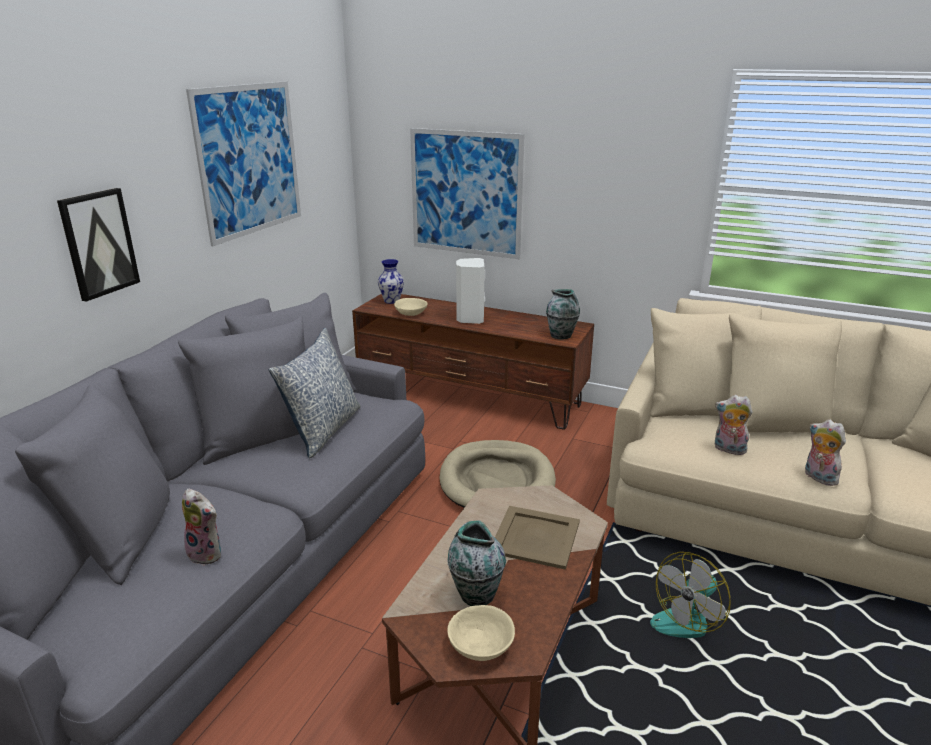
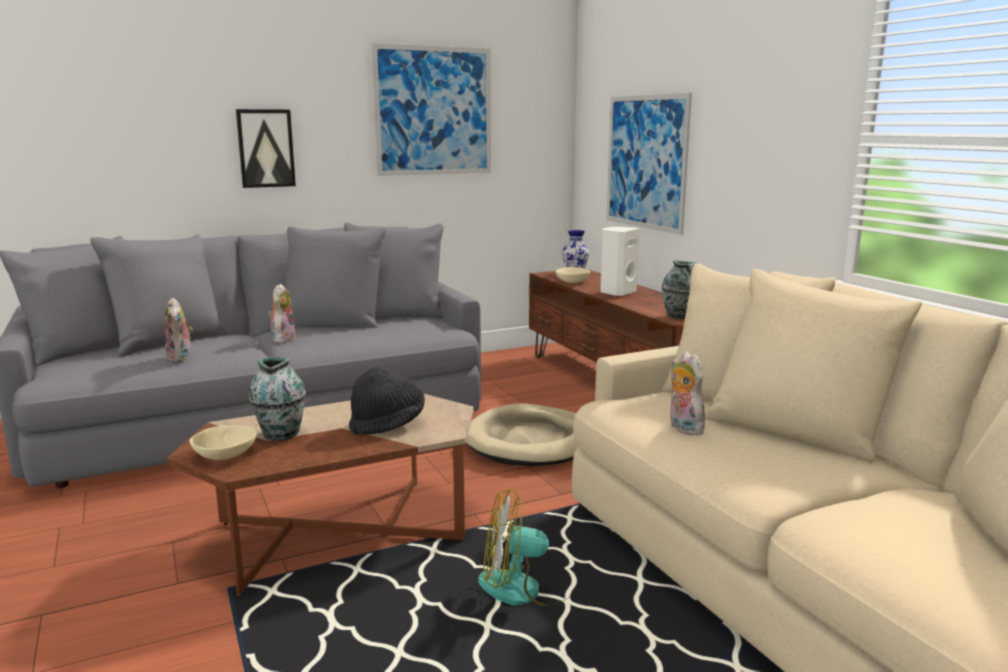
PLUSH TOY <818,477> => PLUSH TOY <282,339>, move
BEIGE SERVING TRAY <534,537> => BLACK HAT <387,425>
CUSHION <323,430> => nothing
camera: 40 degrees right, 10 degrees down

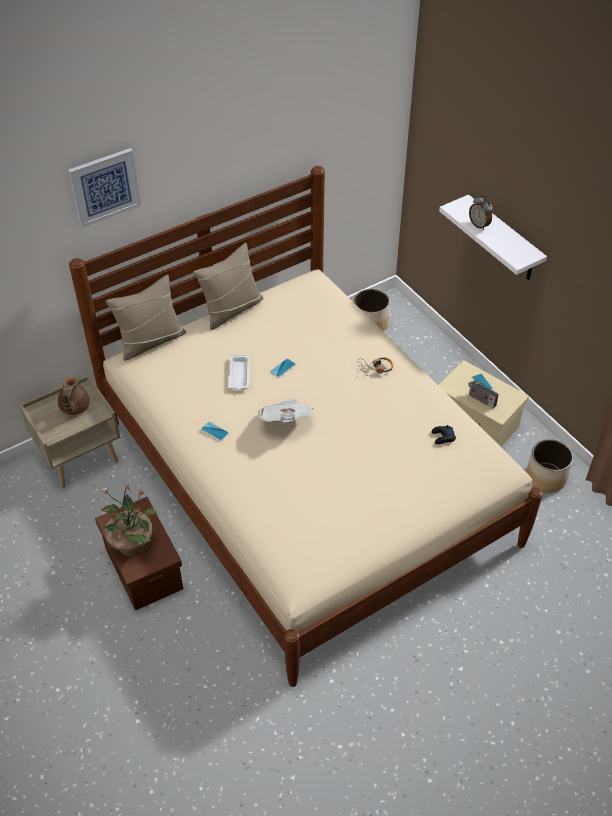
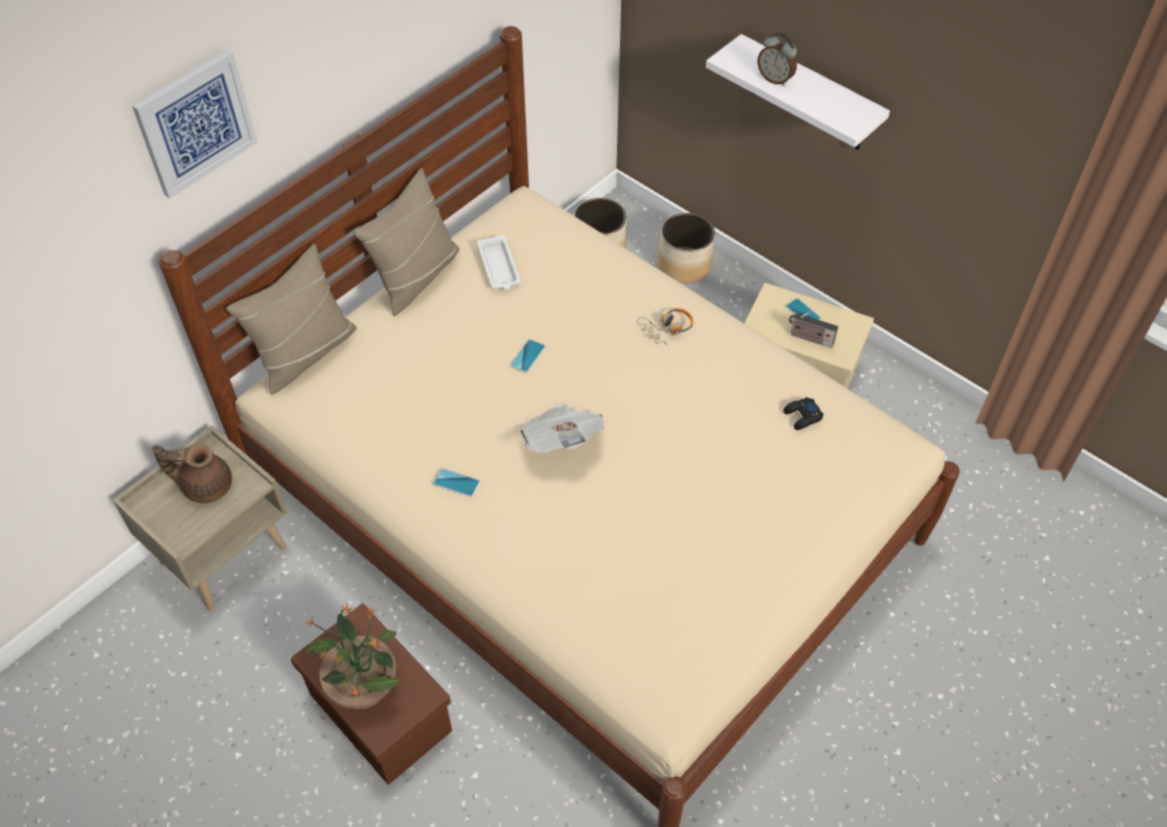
BROWN-COLOURED TEA POT <74,408> => BROWN-COLOURED TEA POT <205,485>, 105 degrees clockwise
WHITE SERVING TRAY <239,375> => WHITE SERVING TRAY <499,267>, move
PLANT POT <546,477> => PLANT POT <685,266>, move
camera: 15 degrees left, 5 degrees up

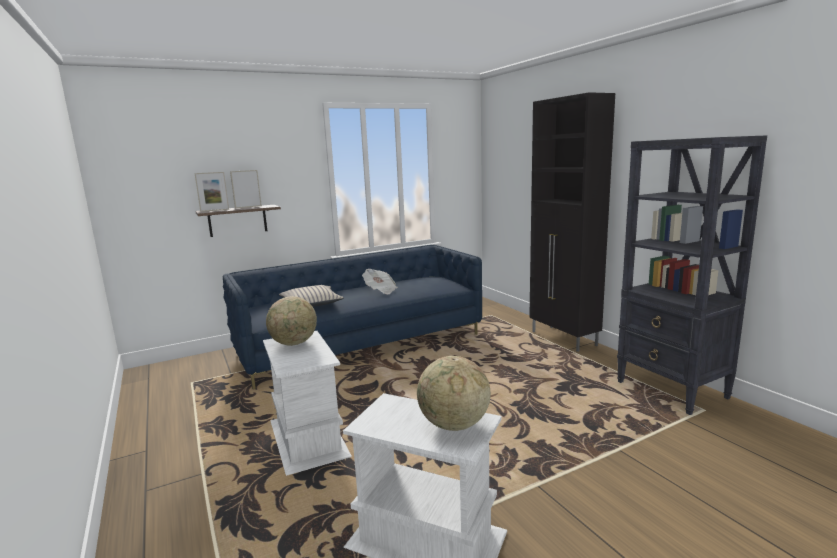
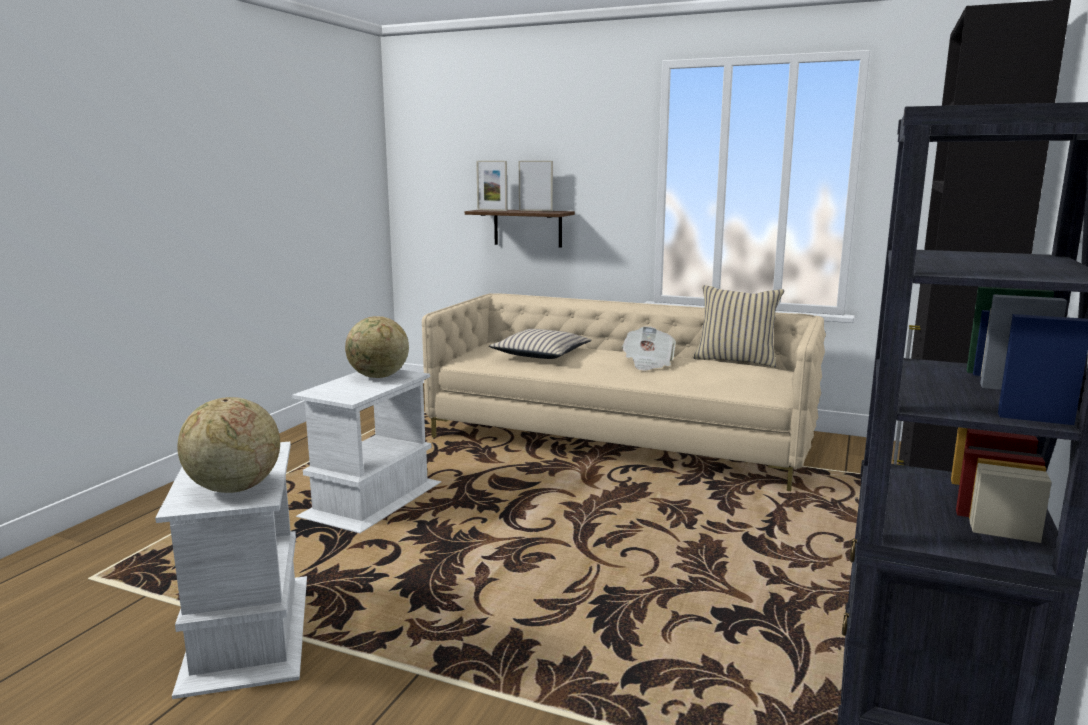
BLUE-COLOURED SOFA <361,344> => BEIGE SOFA <619,439>
nothing => BEIGE CUSHION <735,360>
camera: 50 degrees right, 0 degrees up

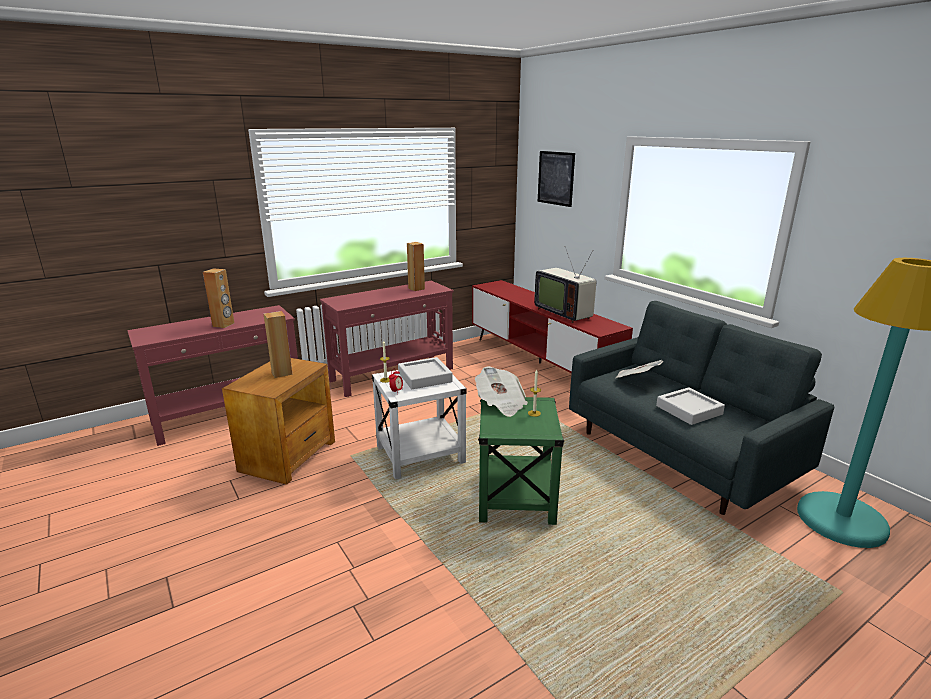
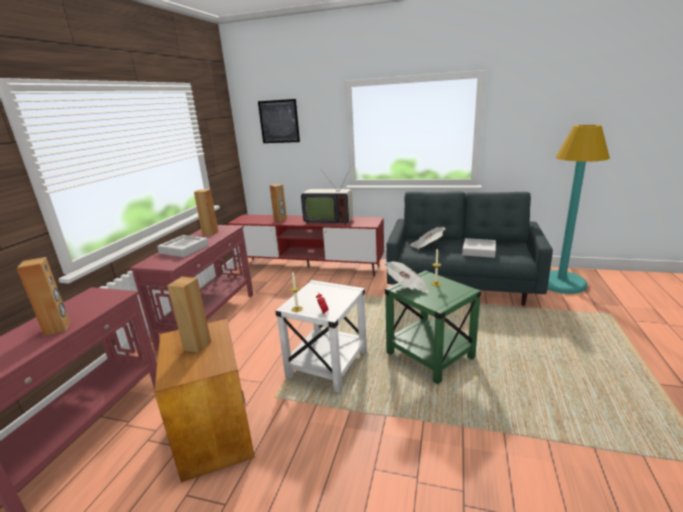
GREY SERVING TRAY <424,377> => GREY SERVING TRAY <184,249>, move
nothing => BROWN-COLOURED AUDIO SPEAKER <280,219>
camera: 40 degrees left, 0 degrees up

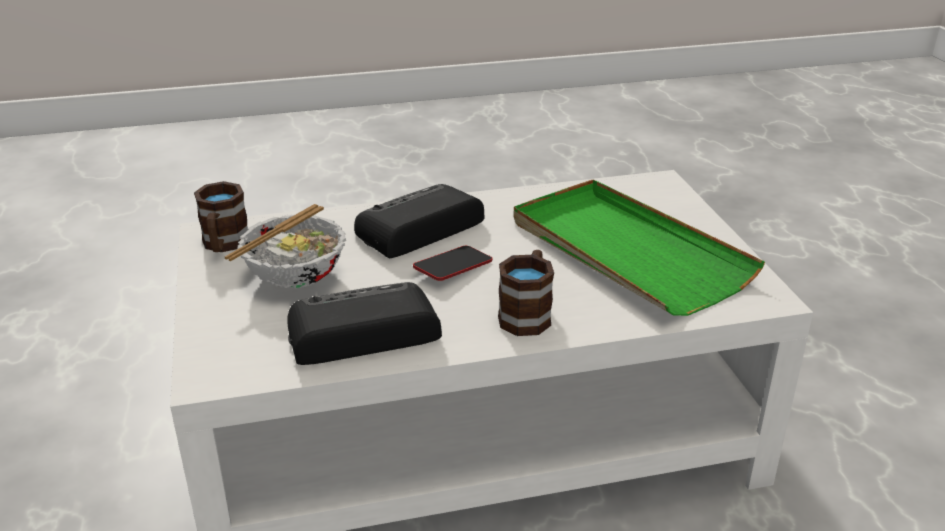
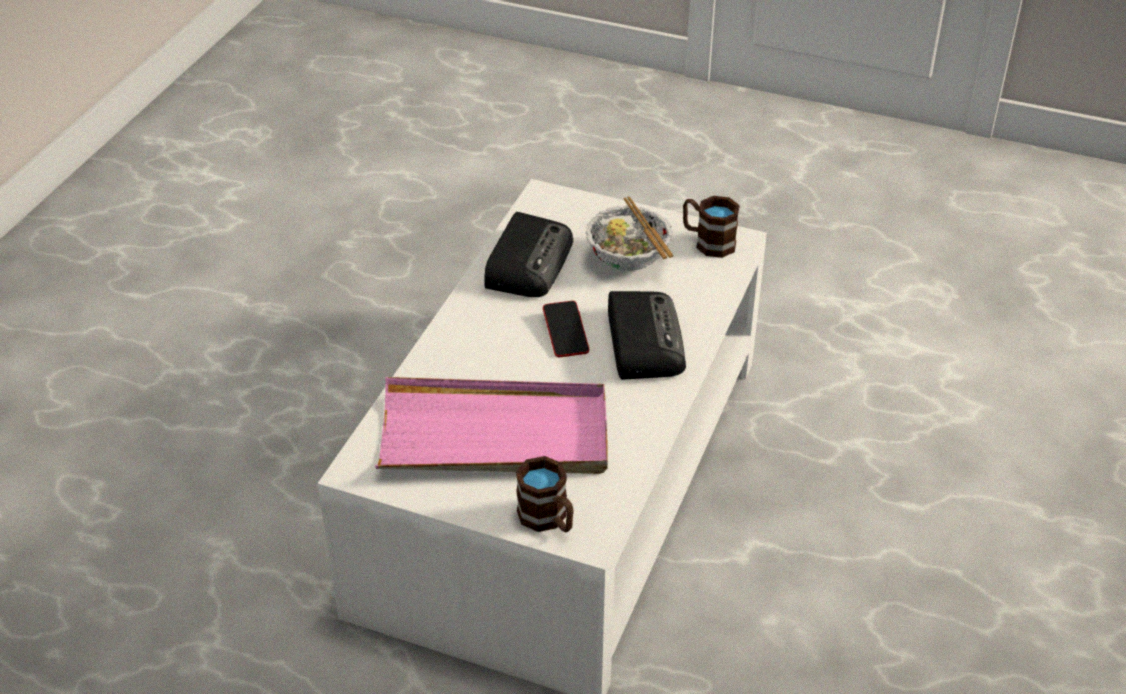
GREENISH SERVING TRAY <626,252> => PINK SERVING TRAY <494,435>
BROWN-COLOURED TEA MUG <527,313> => BROWN-COLOURED TEA MUG <548,519>, move
camera: 125 degrees right, 10 degrees up

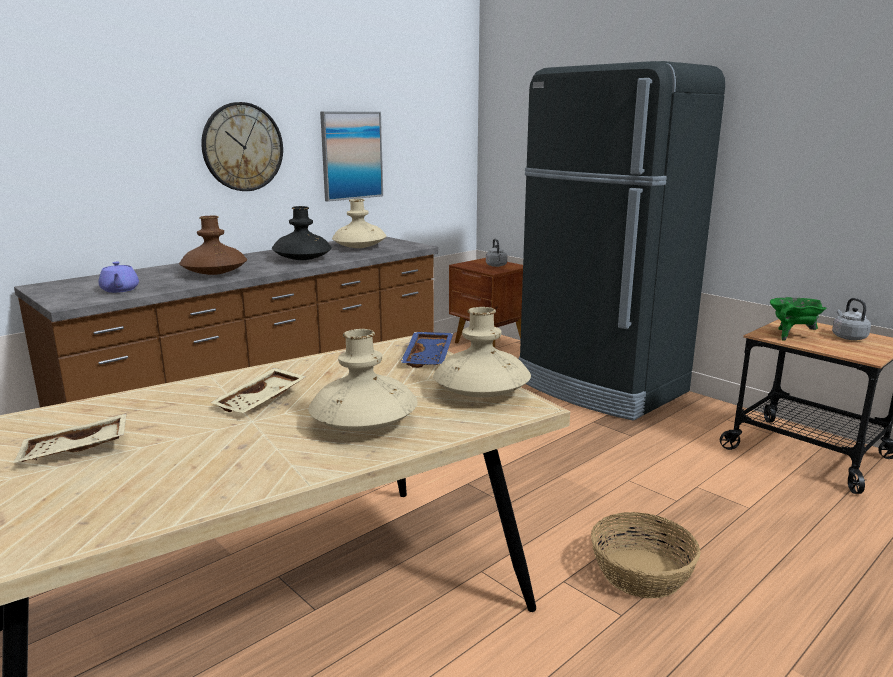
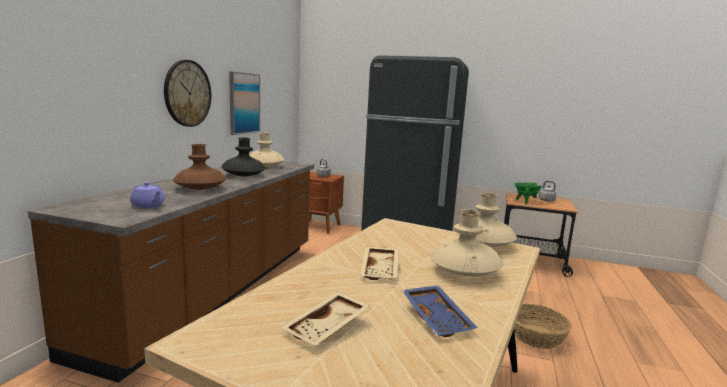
BLUE-COLOURED SERVING TRAY <429,357> => BLUE-COLOURED SERVING TRAY <438,318>, move
camera: 30 degrees left, 5 degrees down

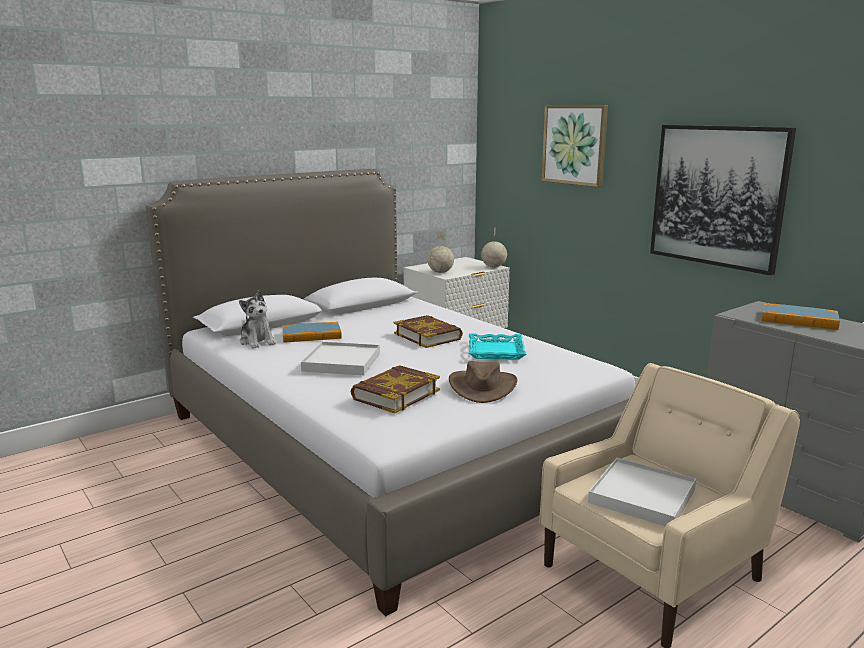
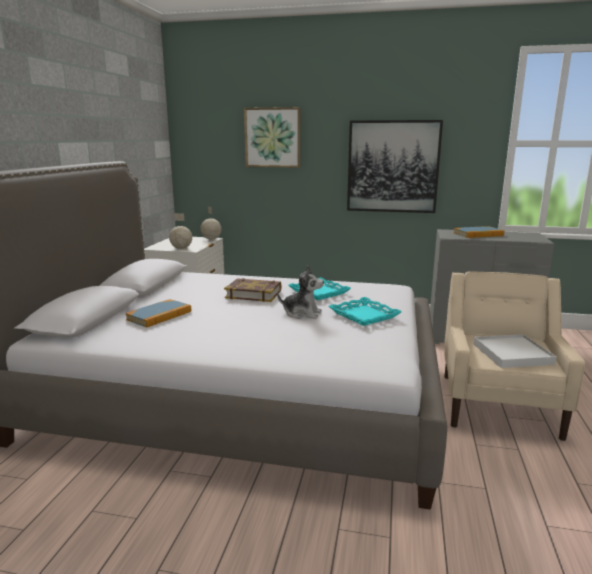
PLUSH TOY <257,341> => PLUSH TOY <302,313>, move
BROWN-COLOURED HAT <482,386> => TURQUOISE SERVING TRAY <363,315>
WHITE SERVING TRAY <341,362> => nothing
BOOK <395,394> => nothing
camera: 40 degrees left, 0 degrees up

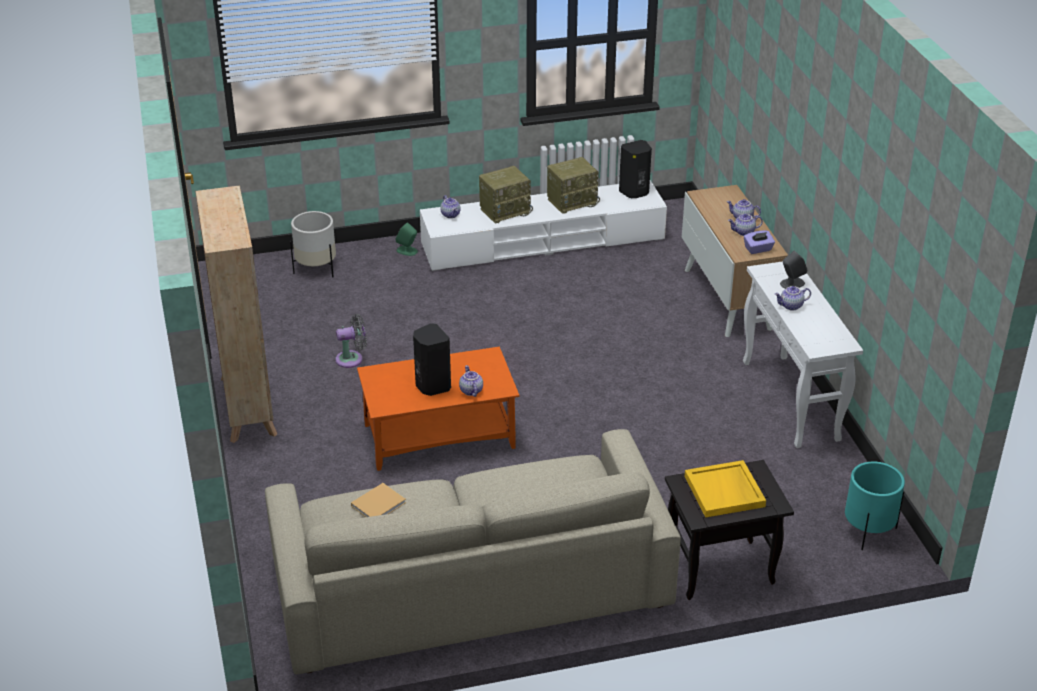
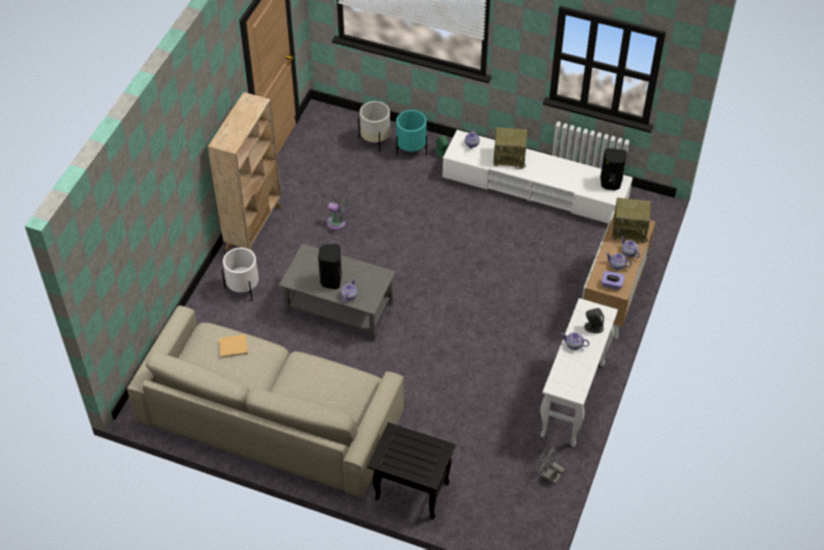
nothing => WHITE PLANT POT <243,287>
ORANGE LOW TABLE <438,437> => GREY LOW TABLE <338,308>
TURQUOISE PLANT POT <868,531> => TURQUOISE PLANT POT <411,149>, move
nothing => GREY ELECTRIC FAN <547,475>
RADIO <572,201> => RADIO <630,230>, move
YELLOW SERVING TRAY <725,491> => nothing
camera: 35 degrees right, 15 degrees up

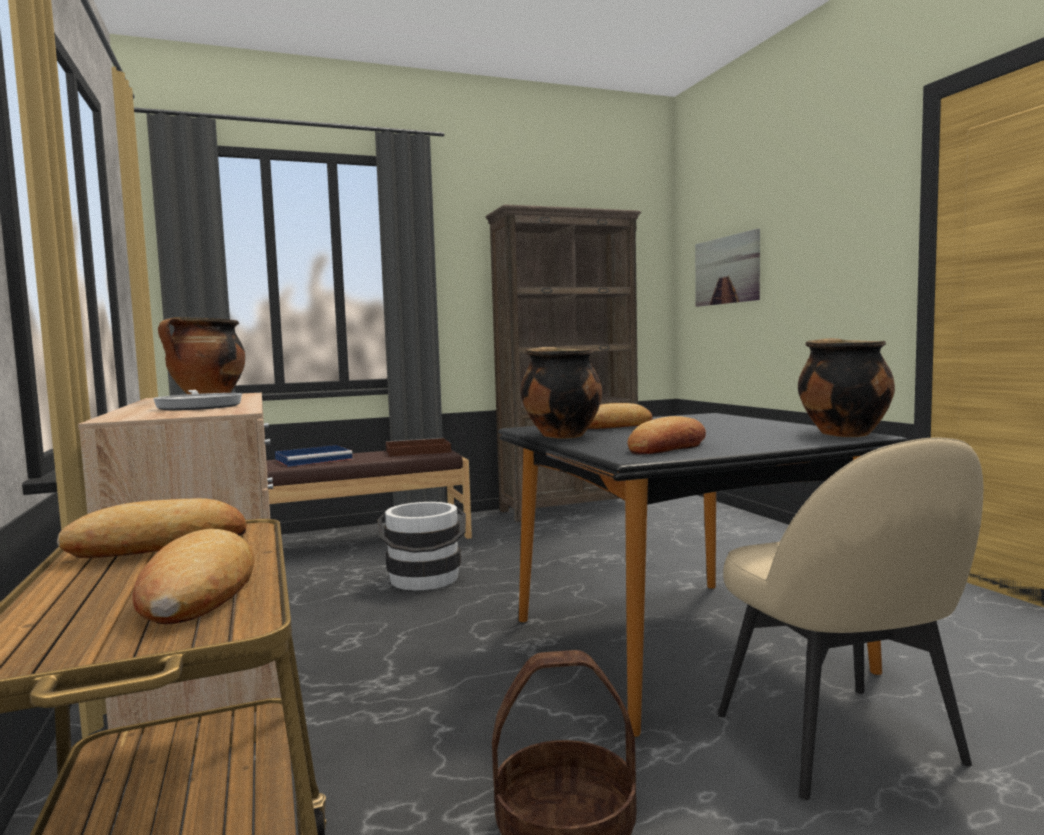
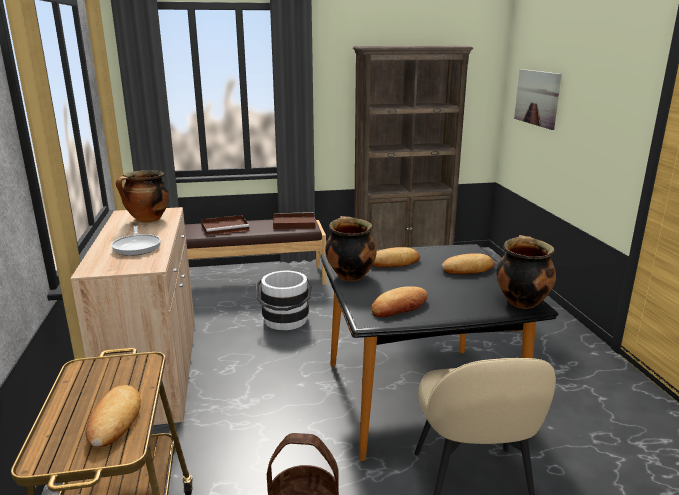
BLUE-COLOURED SERVING TRAY <315,459> => BROWN-COLOURED SERVING TRAY <225,227>
BREAD <160,544> => BREAD <468,269>, move
camera: 10 degrees right, 15 degrees up

